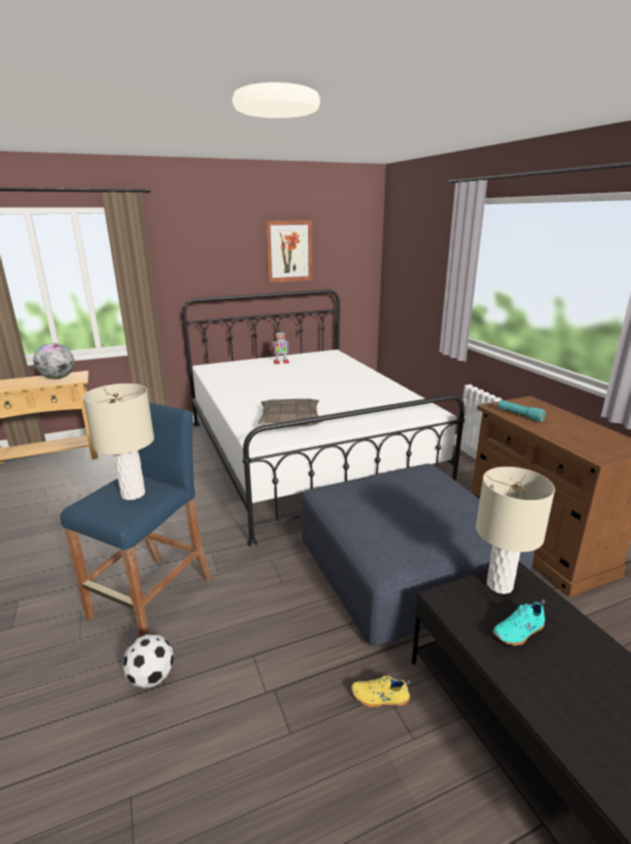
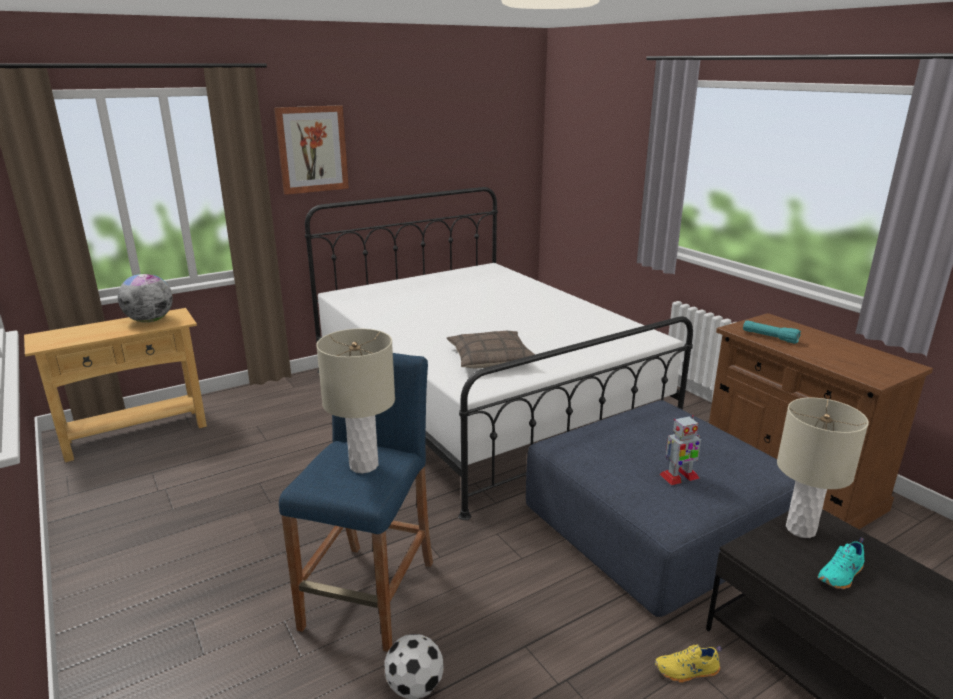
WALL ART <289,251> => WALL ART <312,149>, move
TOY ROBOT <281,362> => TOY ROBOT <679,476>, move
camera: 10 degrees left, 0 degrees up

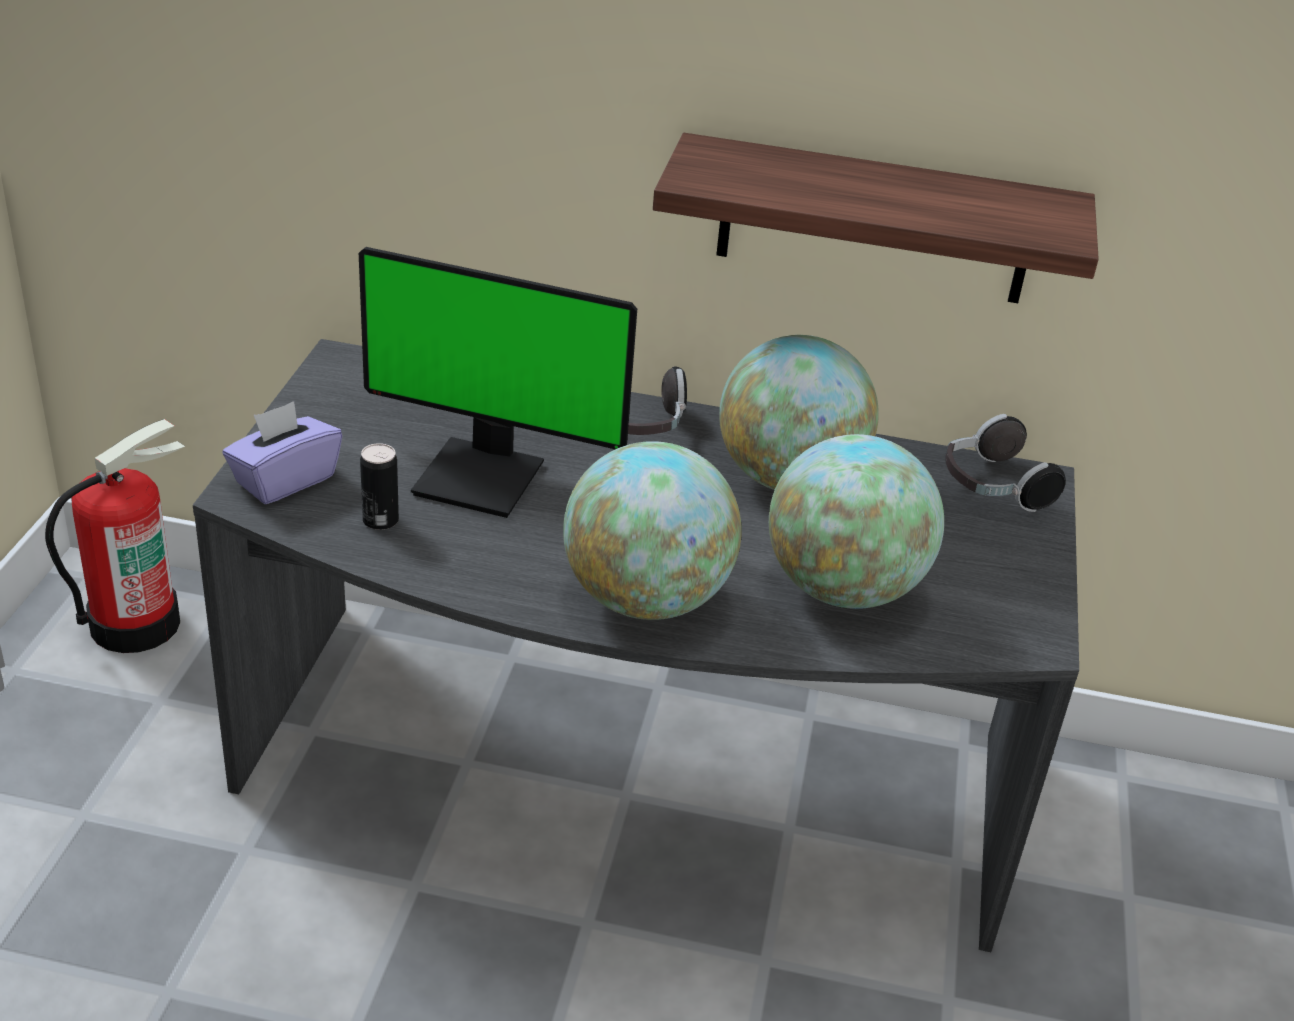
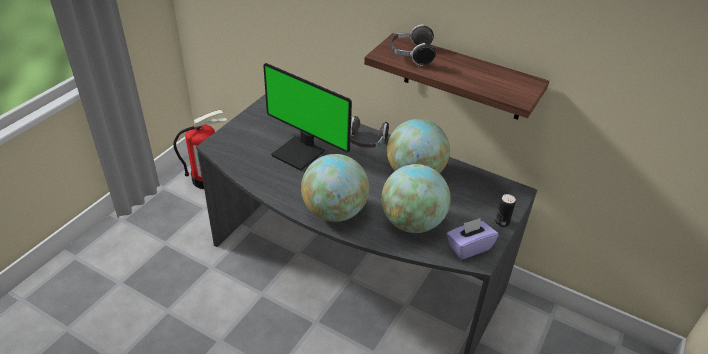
HEADPHONES <992,487> => HEADPHONES <411,55>, move
PURPLE-COLOURED BOX OF TISSUES <284,480> => PURPLE-COLOURED BOX OF TISSUES <469,247>, move
METAL CAN <380,521> => METAL CAN <502,222>, move
camera: 20 degrees right, 5 degrees up

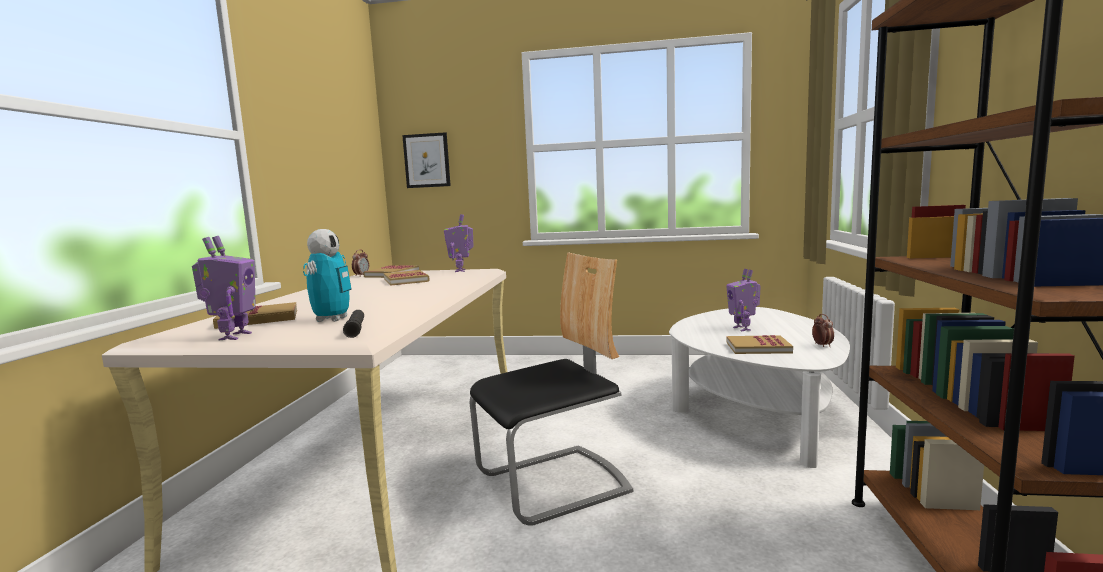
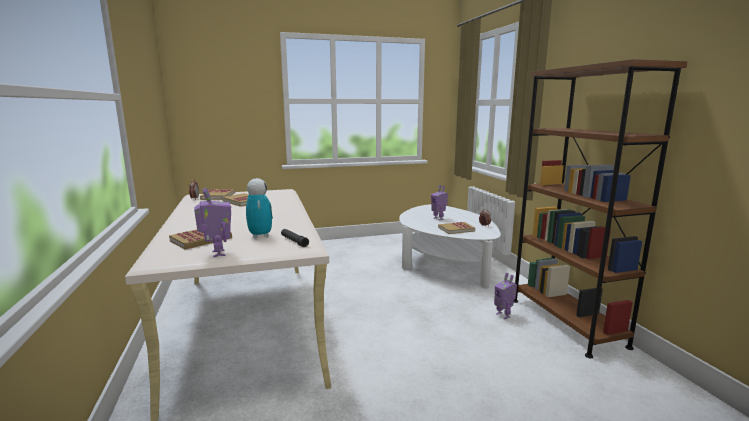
TOY ROBOT <461,270> => TOY ROBOT <503,315>, move
WALL ART <427,160> => nothing
PLAIN CHAIR <553,484> => nothing
camera: 25 degrees left, 5 degrees up

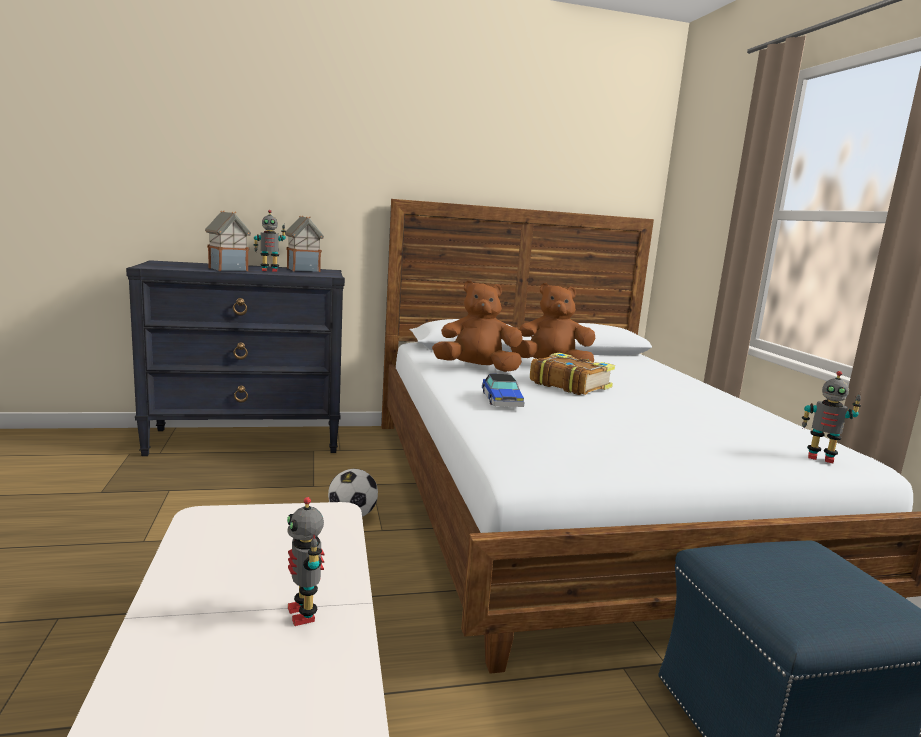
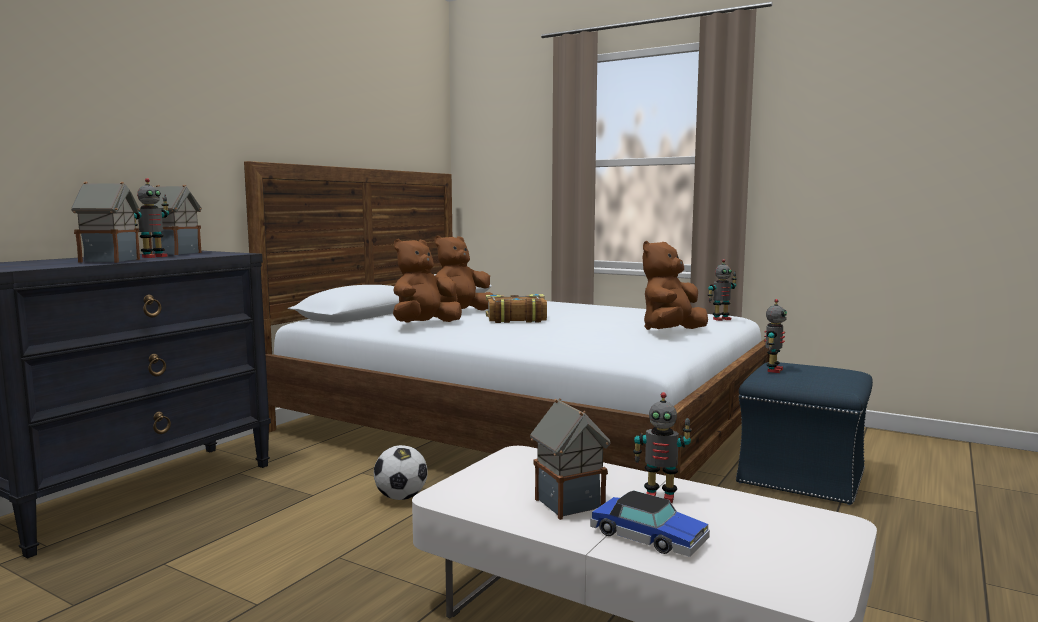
nothing => TOY HOUSE <568,503>
MINIATURE CAR <501,400> => MINIATURE CAR <648,537>, move
nothing => BROWN-COLOURED PLUSH TOY <671,332>
nothing => TOY ROBOT <773,370>
camera: 45 degrees left, 5 degrees down

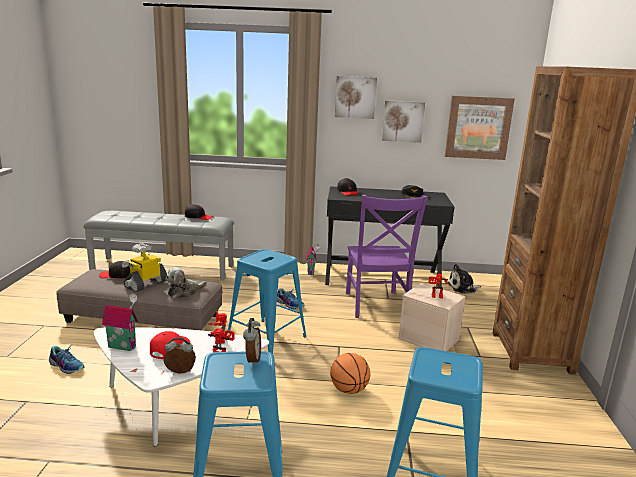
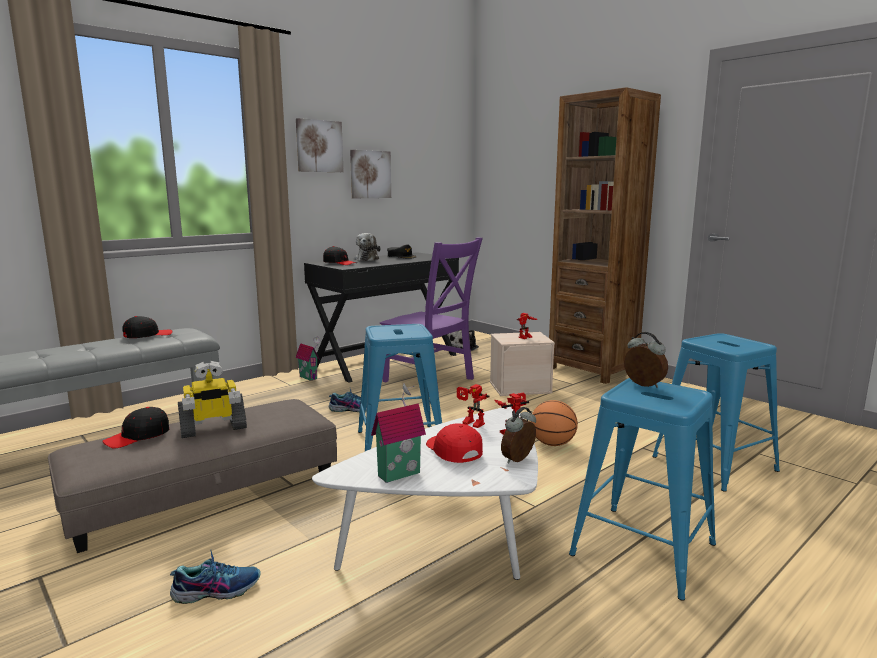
TOY ROBOT <146,284> => TOY ROBOT <213,428>, 105 degrees counterclockwise
PLUSH TOY <184,292> => PLUSH TOY <367,259>, move
WALL ART <478,127> => nothing
camera: 45 degrees left, 5 degrees down

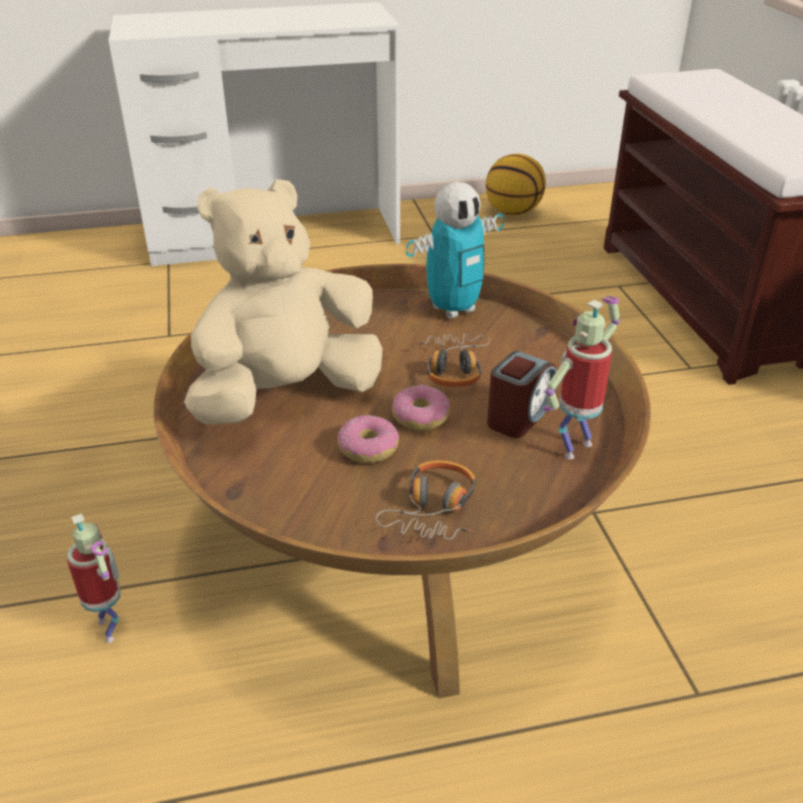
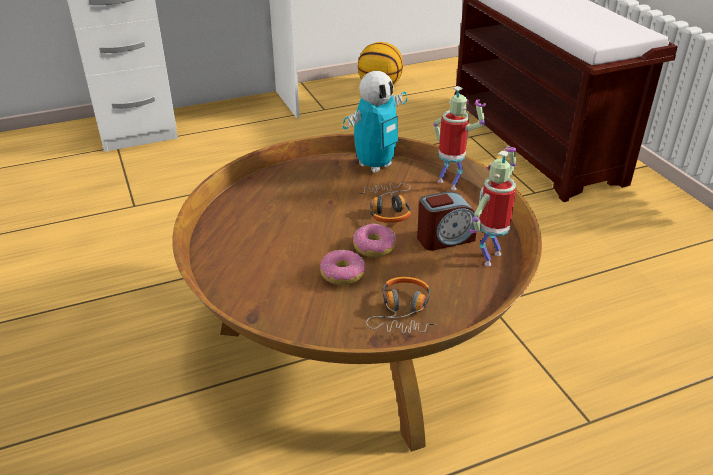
BEDSIDE CLOCK <519,415> => BEDSIDE CLOCK <445,238>, 45 degrees clockwise
TOY ROBOT <111,628> => TOY ROBOT <450,184>, move
BEIGE PLUSH TOY <286,395> => nothing
camera: 10 degrees left, 0 degrees up

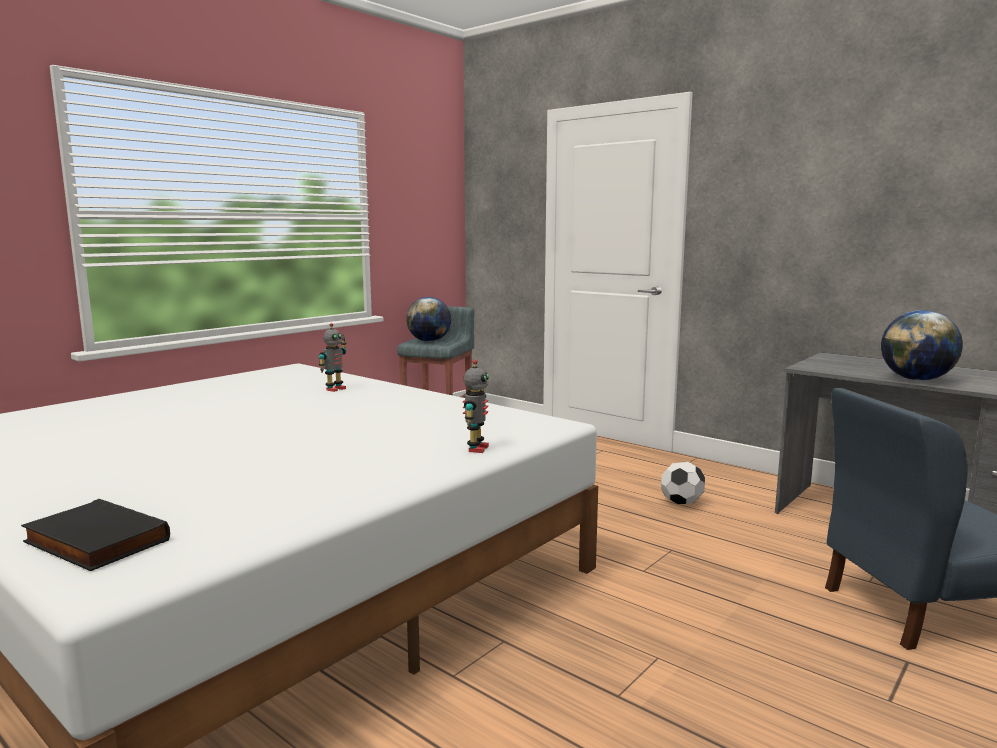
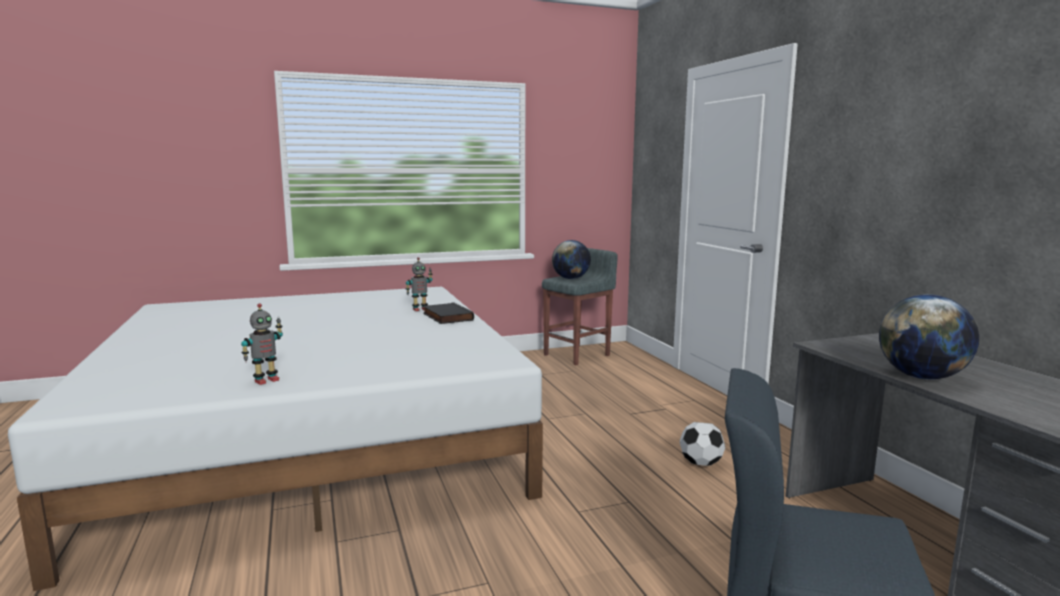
TOY ROBOT <476,449> => TOY ROBOT <266,380>, move
BLACK BOOK <93,542> => BLACK BOOK <446,317>, move
camera: 30 degrees right, 0 degrees up

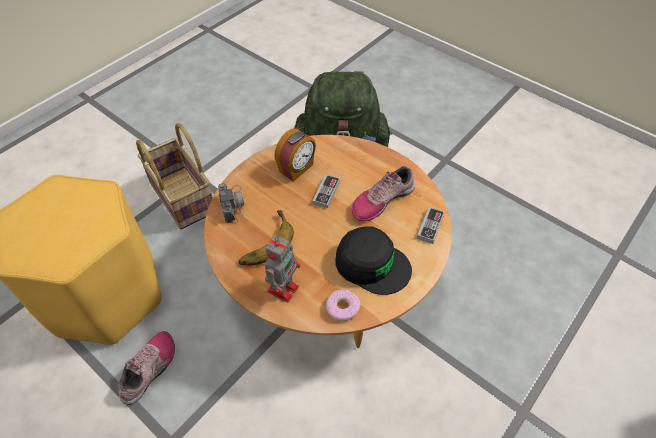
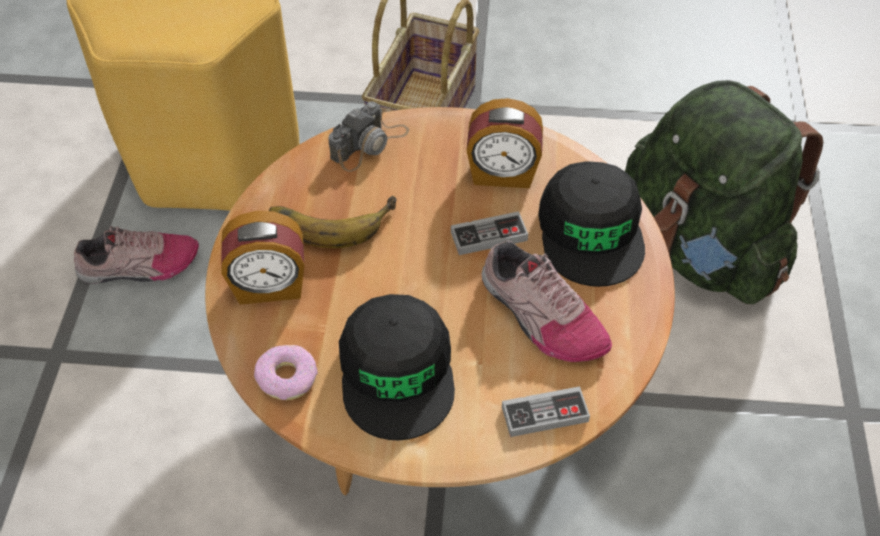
TOY ROBOT <283,288> => BEDSIDE CLOCK <269,287>
SHOE <382,200> => SHOE <540,316>, 150 degrees counterclockwise
nothing => BLACK PEAKED CAP <591,231>
camera: 55 degrees right, 0 degrees up

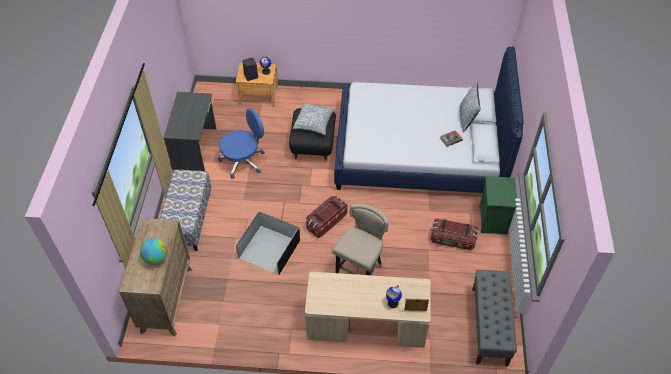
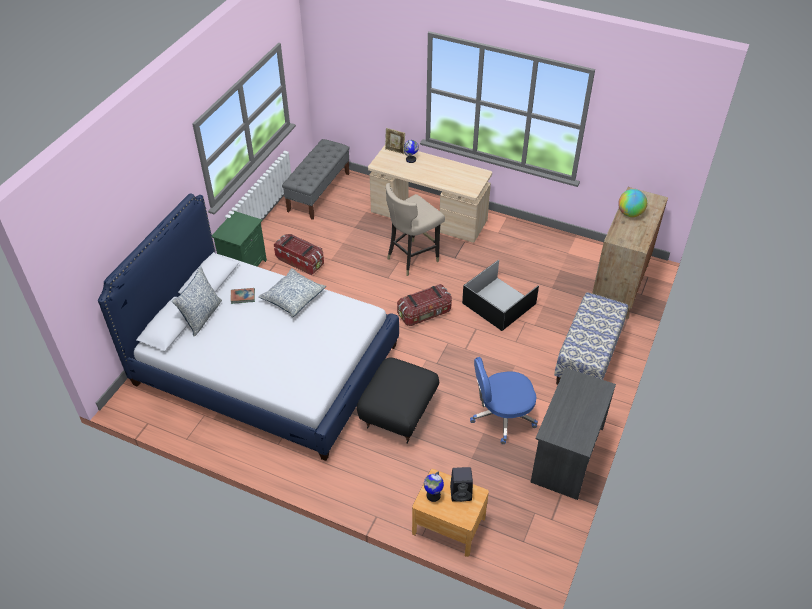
CUSHION <314,122> => CUSHION <293,297>, move
camera: 160 degrees left, 5 degrees down

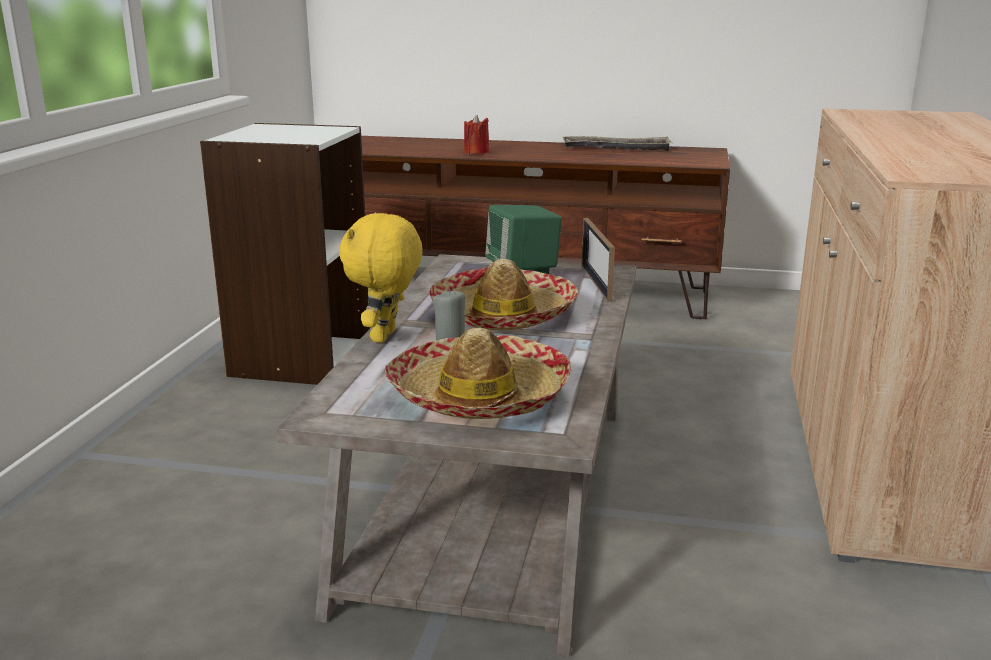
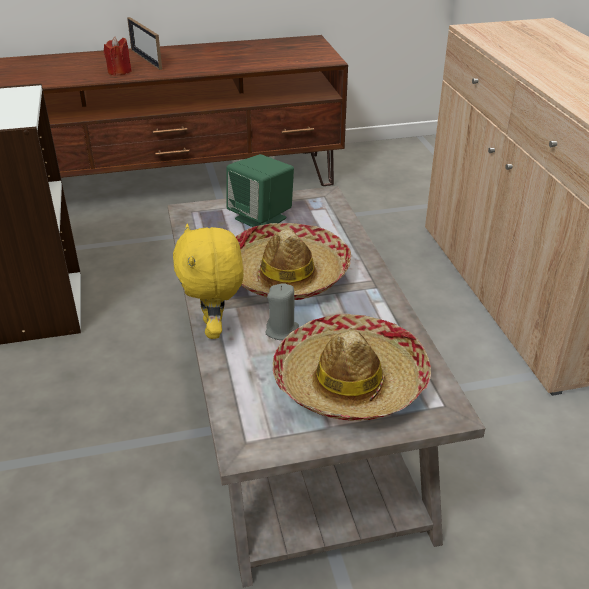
PHOTO FRAME <596,283> => PHOTO FRAME <146,59>, move
SERVING TRAY <616,149> => nothing
camera: 25 degrees left, 15 degrees up

